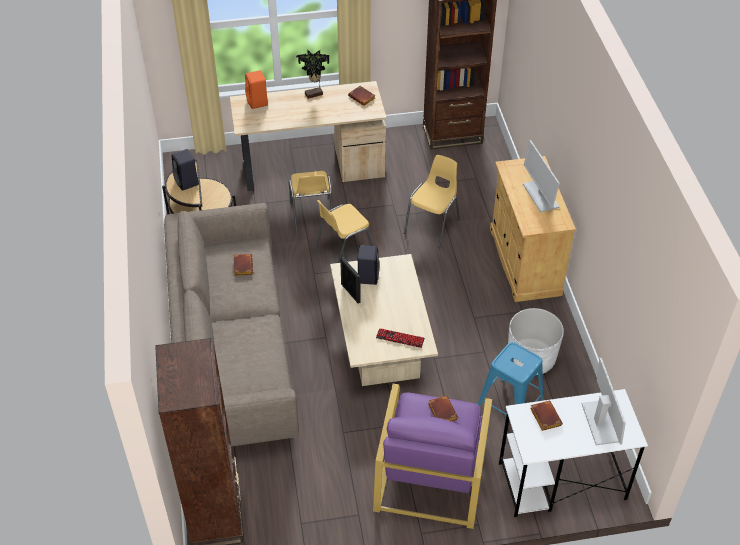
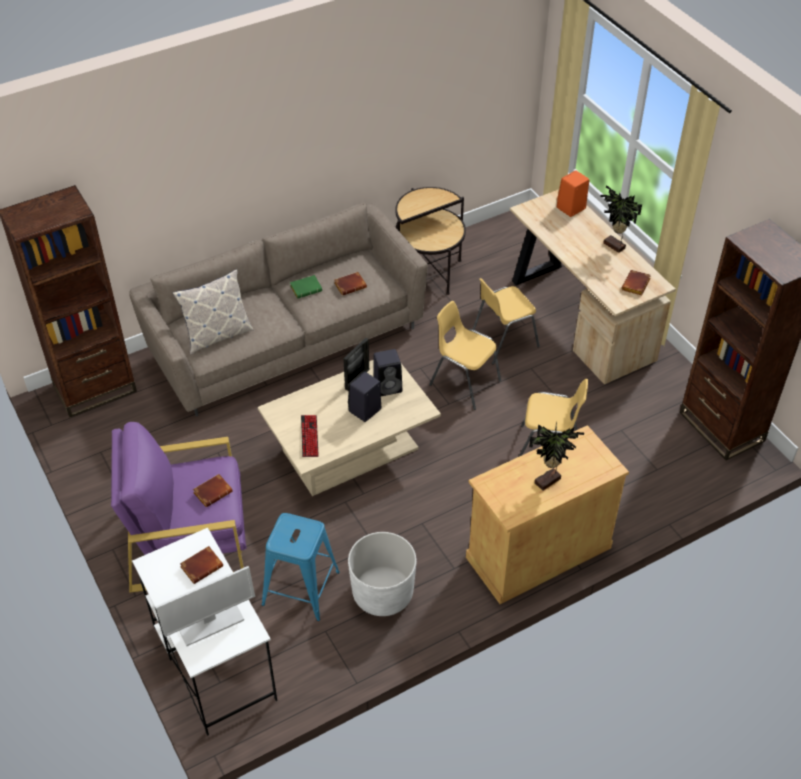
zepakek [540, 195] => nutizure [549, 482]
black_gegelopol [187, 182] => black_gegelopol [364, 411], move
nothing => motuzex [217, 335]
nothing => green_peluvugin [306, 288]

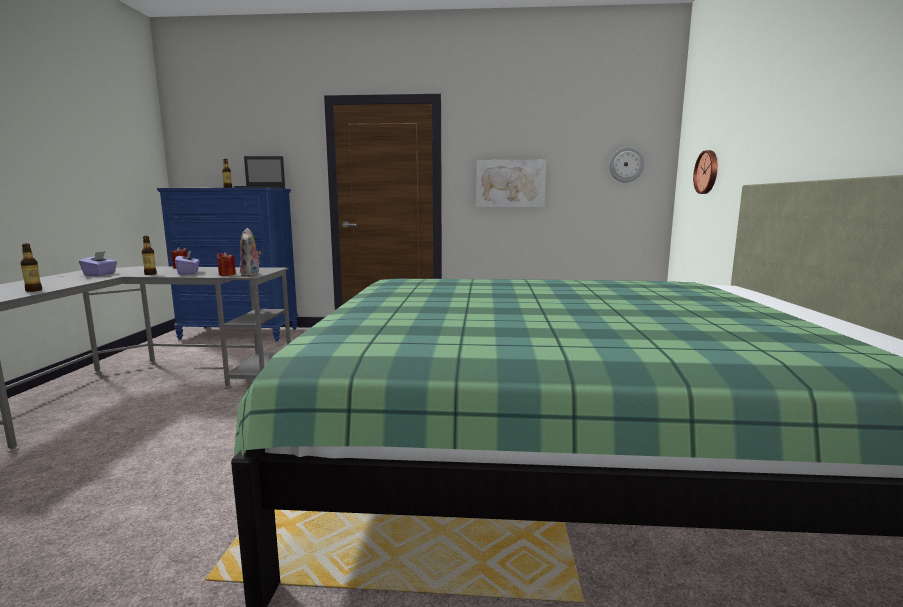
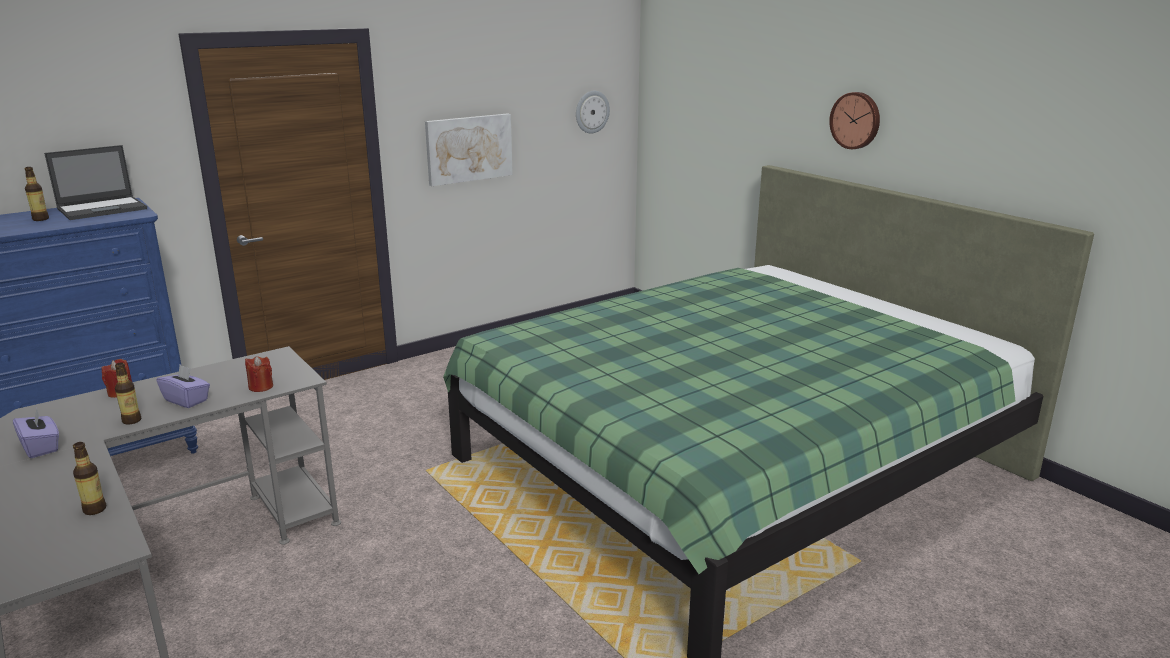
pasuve [707, 172] => pasuve [856, 120], move
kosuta [251, 275] => nothing

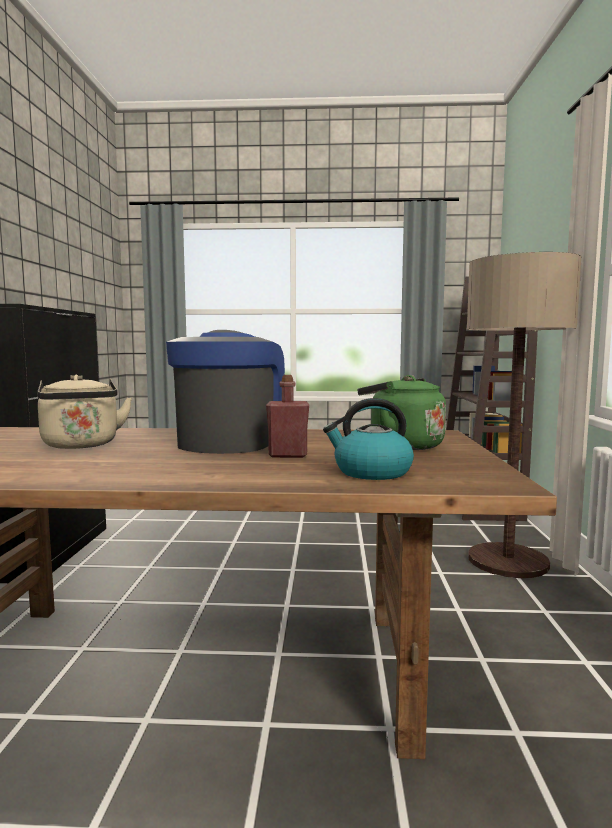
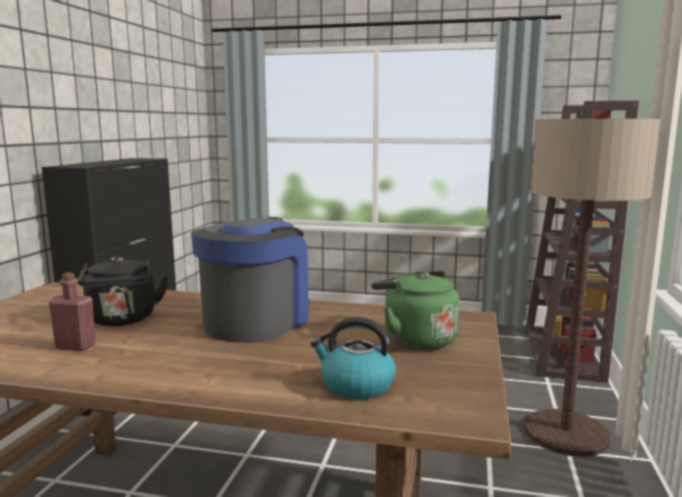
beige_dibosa [81, 445] => black_dibosa [122, 320]
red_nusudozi [288, 455] => red_nusudozi [75, 346], move

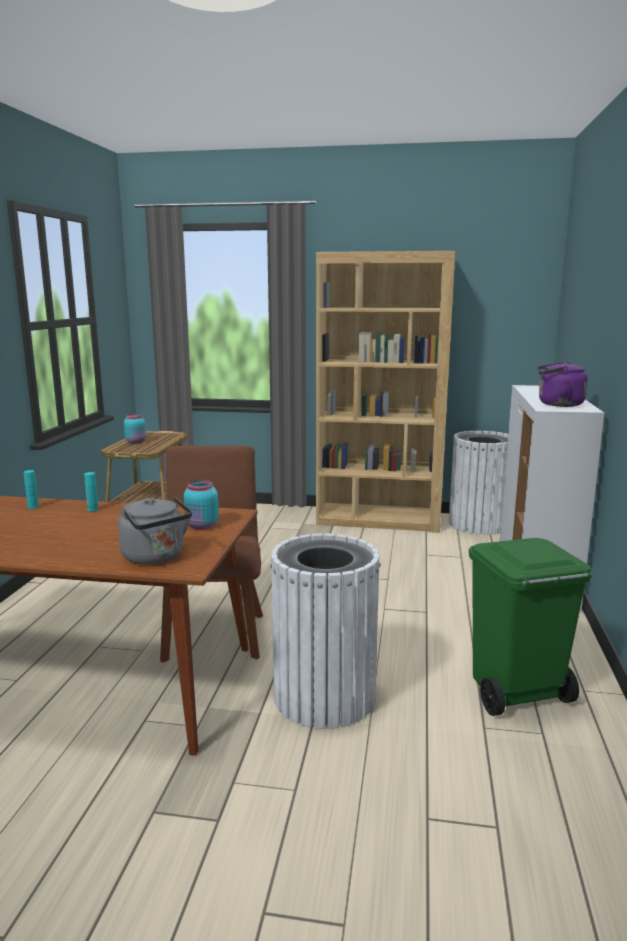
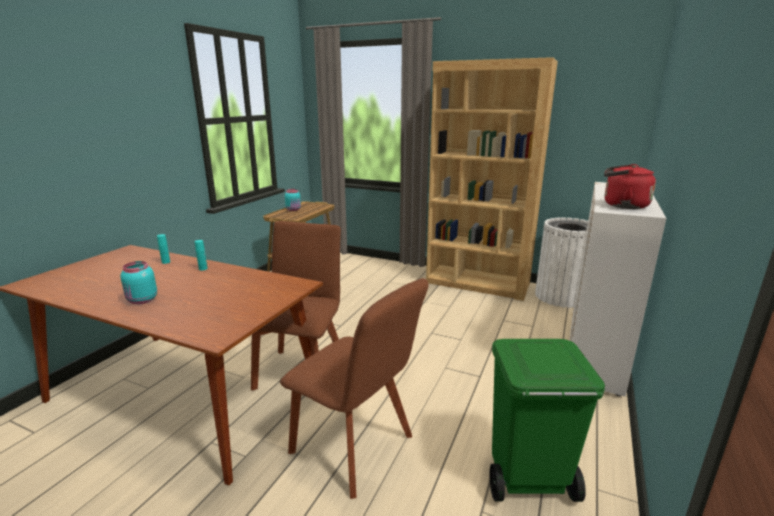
purple_dibosa [557, 404] => red_dibosa [622, 205]
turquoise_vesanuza [202, 526] => turquoise_vesanuza [142, 300], move
grey_dibosa [156, 557] => nothing
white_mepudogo [324, 697] => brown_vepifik [356, 447]

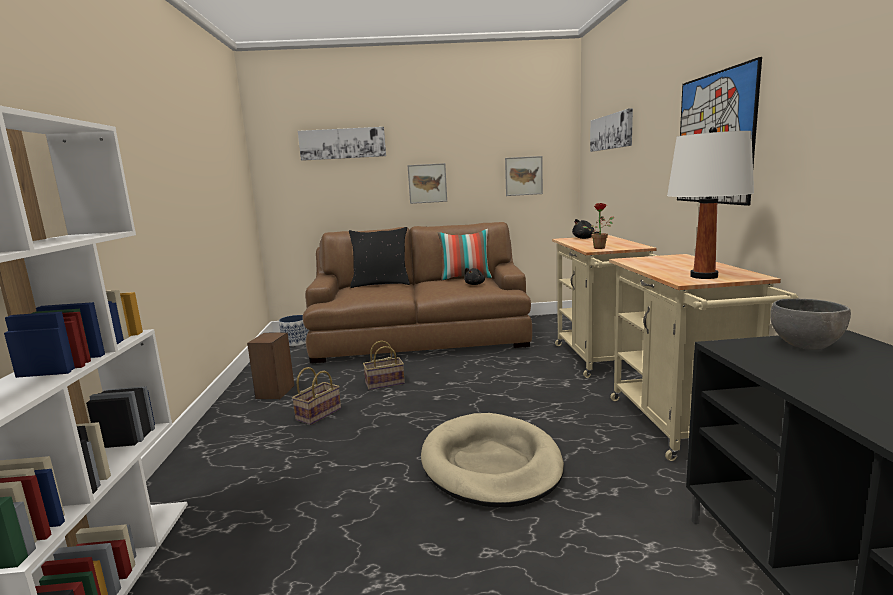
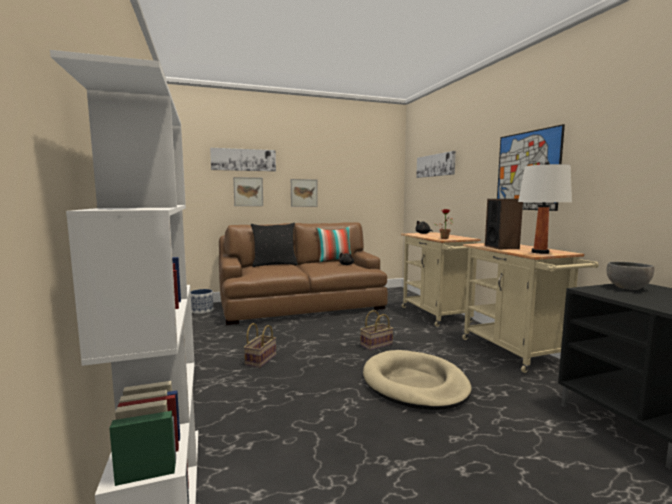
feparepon [523, 176] => feparepon [248, 191], move
gegelopol [275, 392] => gegelopol [501, 247], move
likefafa [384, 384] => likefafa [376, 345], move

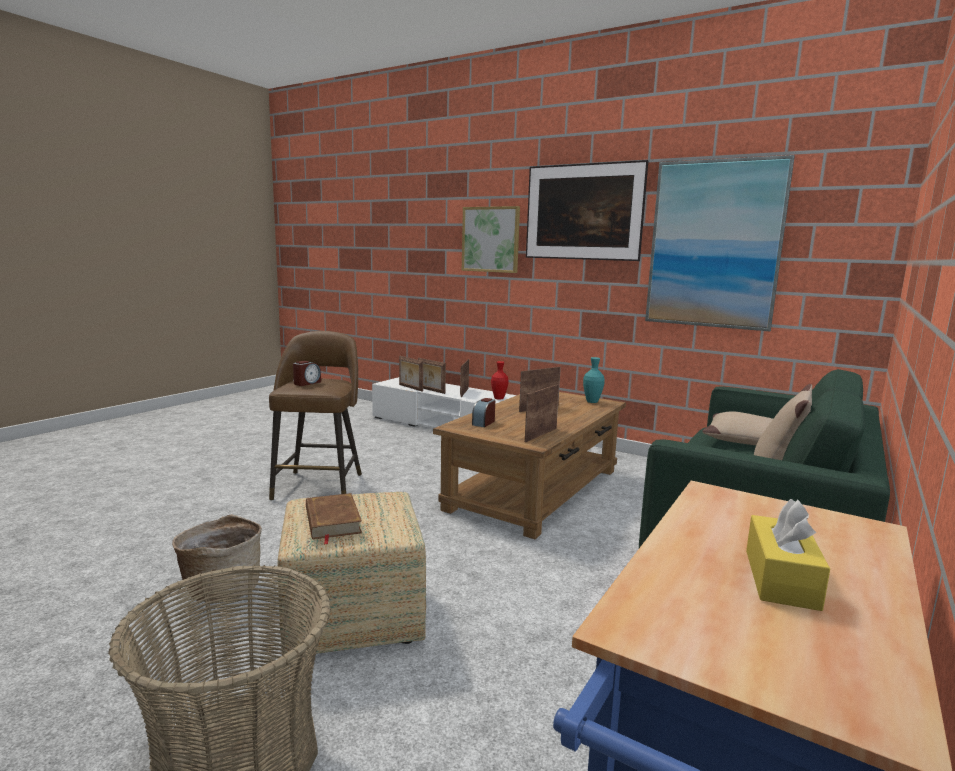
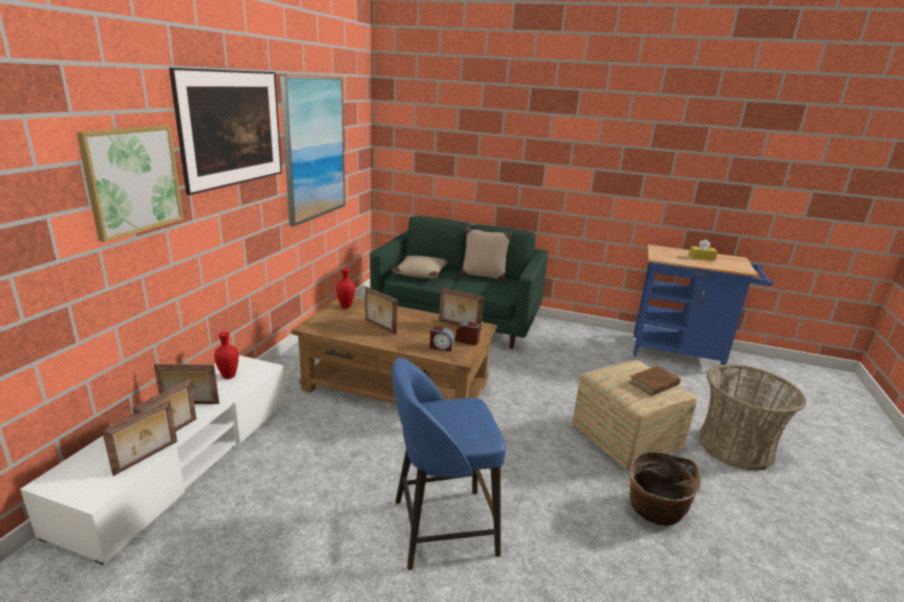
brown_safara [319, 485] => blue_safara [441, 527]
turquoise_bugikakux [592, 402] => red_bugikakux [346, 306]
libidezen [307, 383] => libidezen [467, 341], move

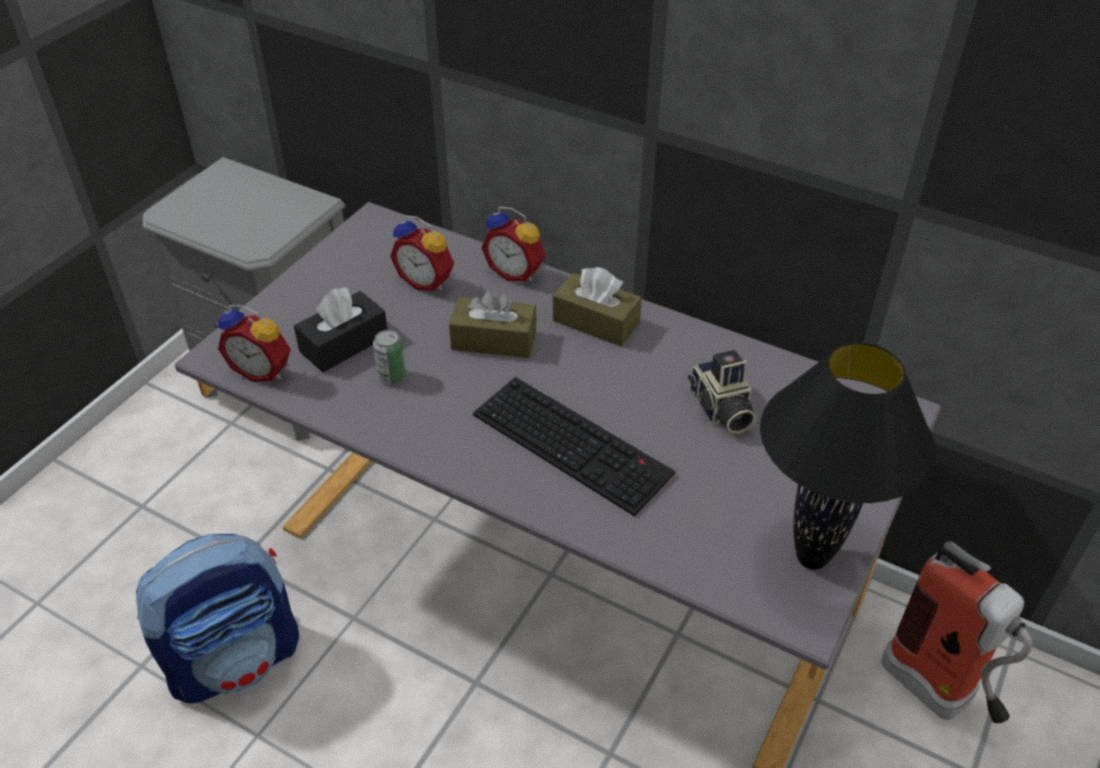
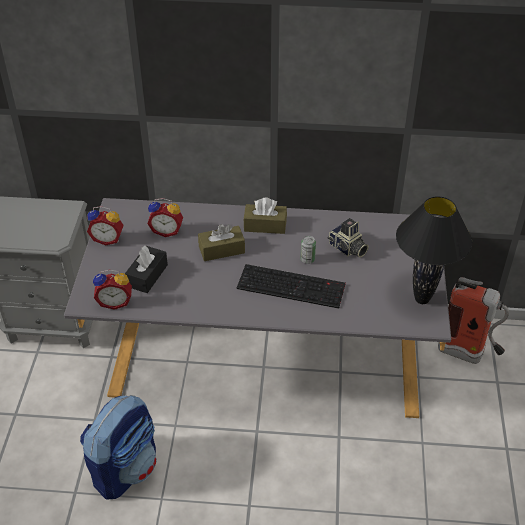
libidezen [516, 272] => libidezen [108, 239], move
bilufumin [392, 376] => bilufumin [307, 259], move

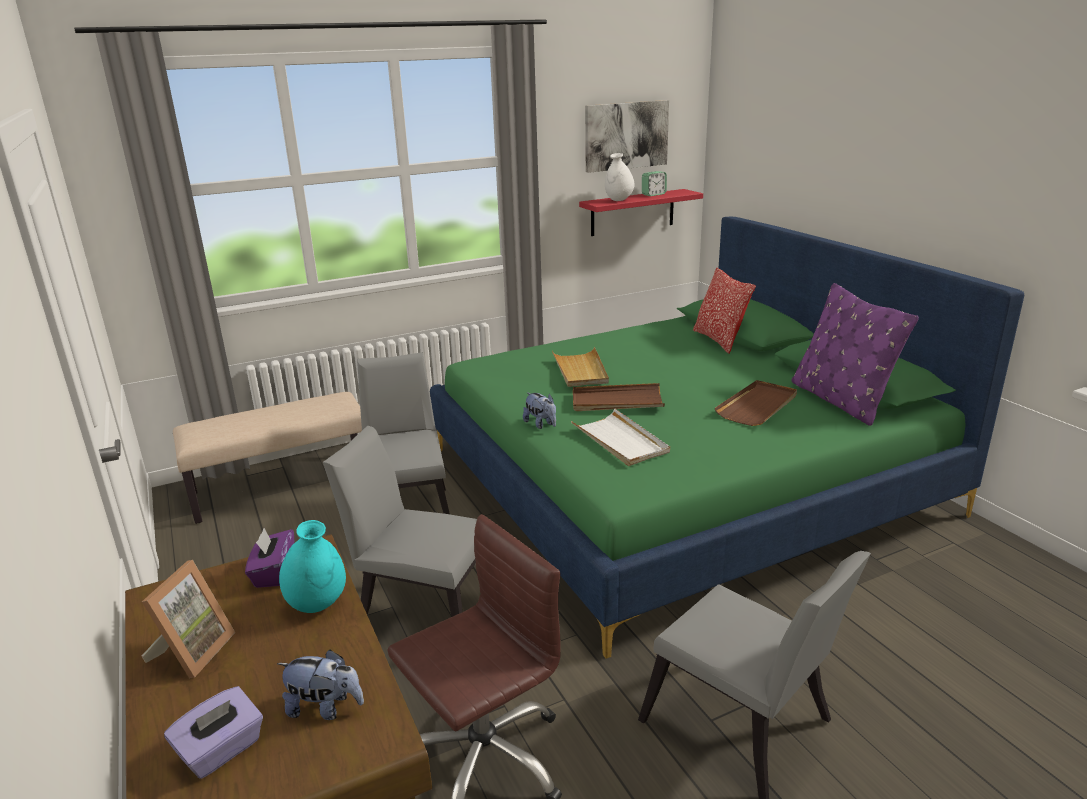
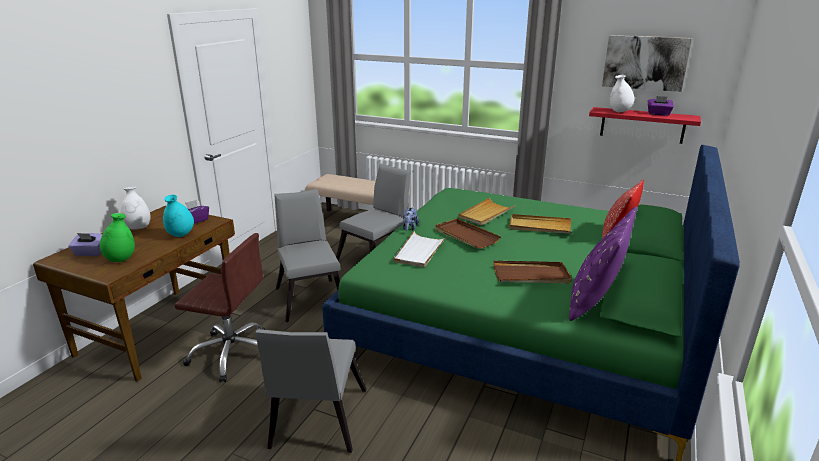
libidezen [653, 194] => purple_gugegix [658, 114]
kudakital [192, 651] => white_bugikakux [138, 228]
kosuta [325, 708] => green_bugikakux [121, 259]
nothing => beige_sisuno [539, 226]

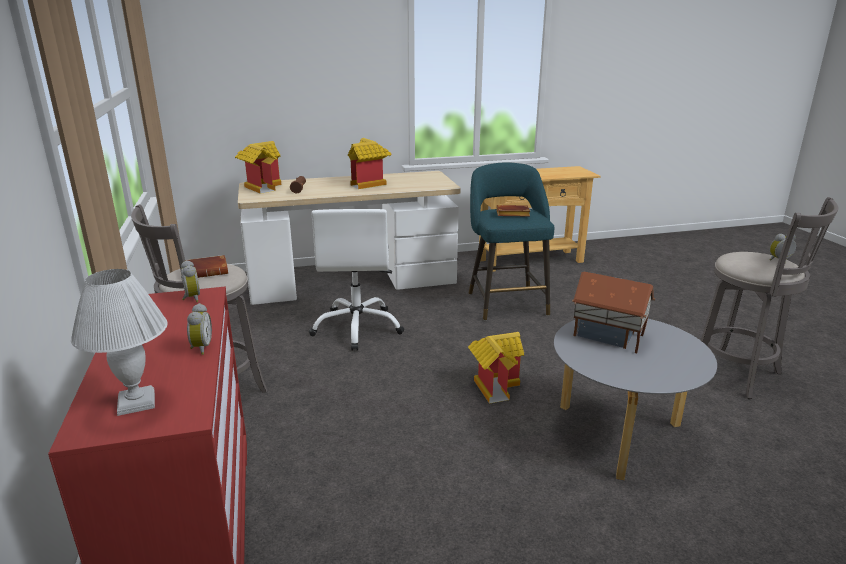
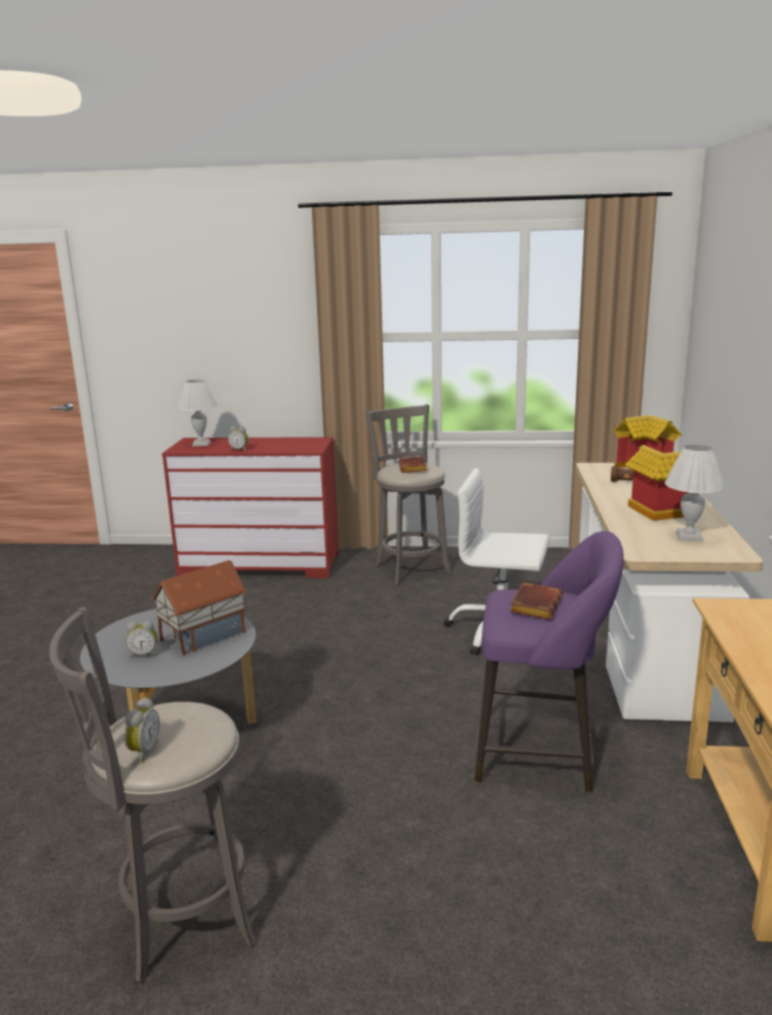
turquoise_safara [506, 302] => purple_safara [542, 753]
libidezen [191, 298] => libidezen [144, 654], move
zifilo [494, 385] => nothing
nothing => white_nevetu [688, 536]

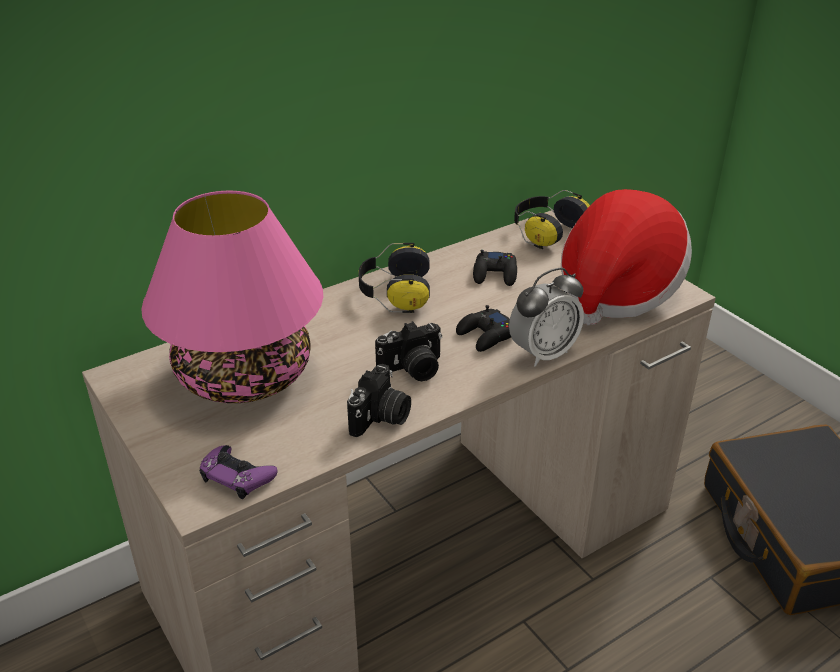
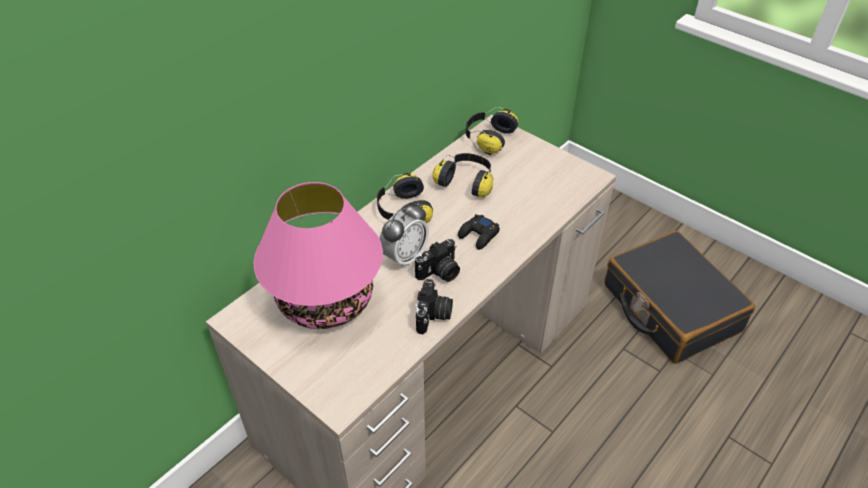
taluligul [617, 290] => nothing
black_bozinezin [495, 274] => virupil [466, 182]
libidezen [543, 353] => libidezen [404, 257], move
purple_bozinezin [237, 476] => nothing

